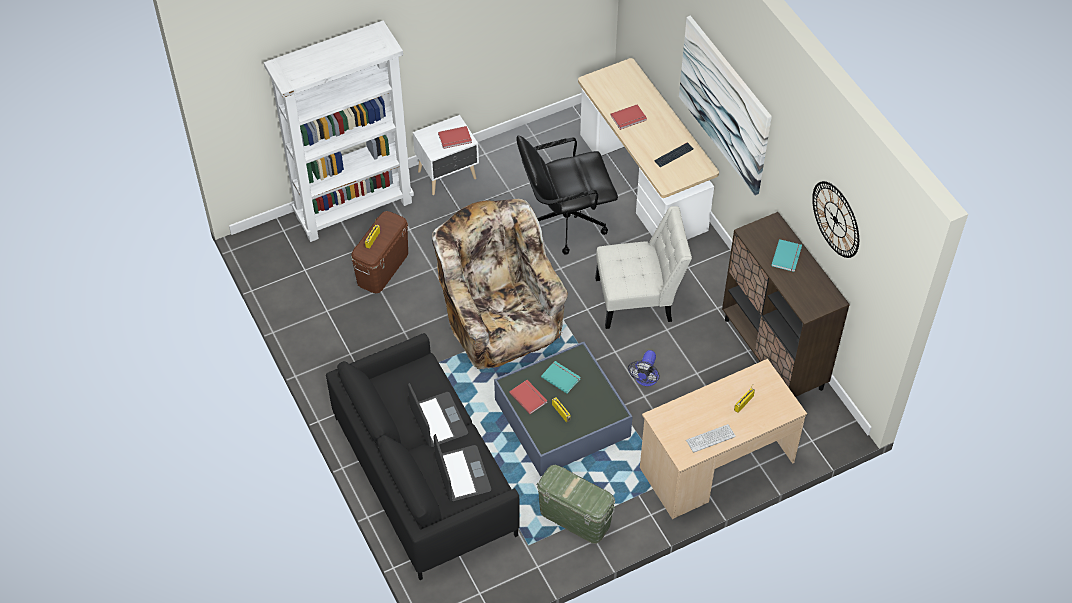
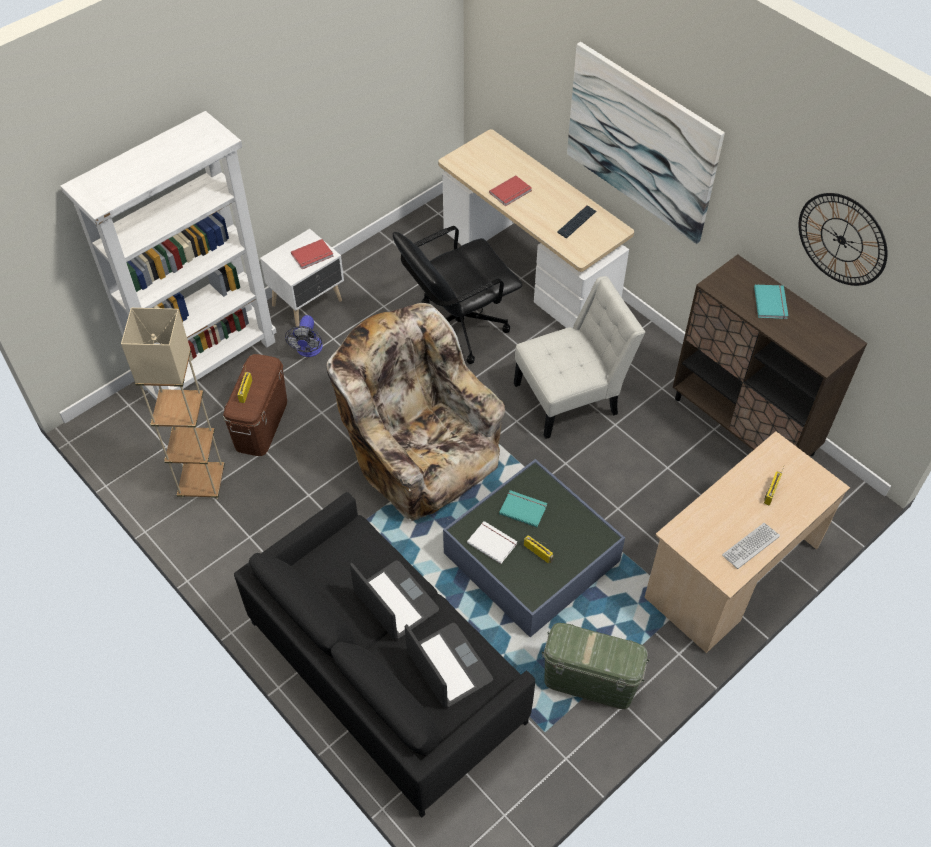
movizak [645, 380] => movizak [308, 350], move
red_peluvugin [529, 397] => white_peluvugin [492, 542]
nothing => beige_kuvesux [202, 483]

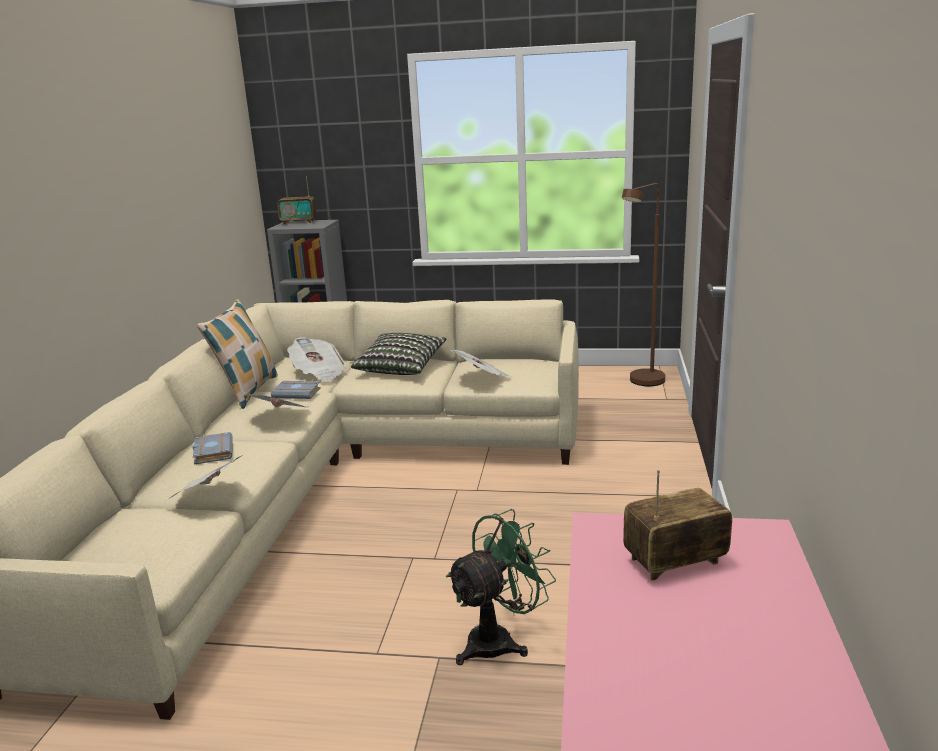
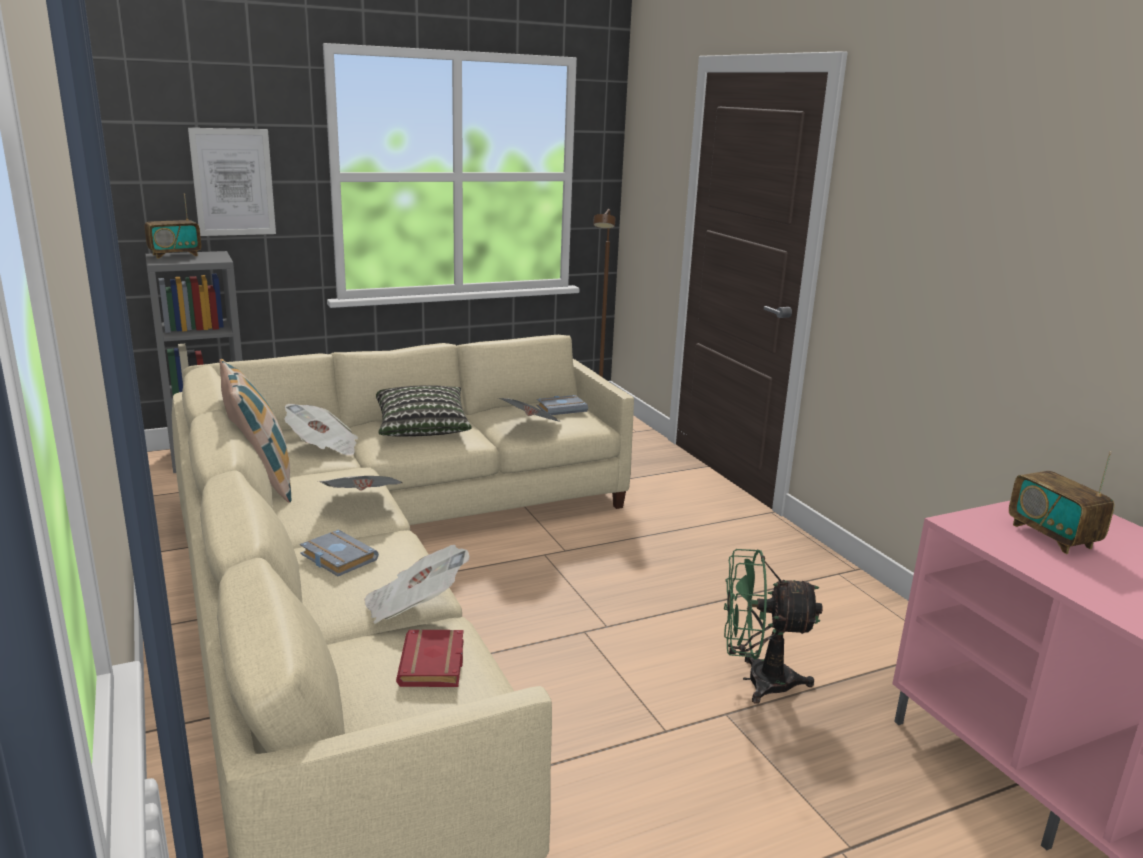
grey_peluvugin [298, 393] => grey_peluvugin [562, 409], move
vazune [675, 562] => vazune [1052, 536], 60 degrees counterclockwise
green_movizak [499, 640] => green_movizak [757, 681], 105 degrees counterclockwise
nothing => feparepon [233, 182]
nothing => red_peluvugin [434, 665]

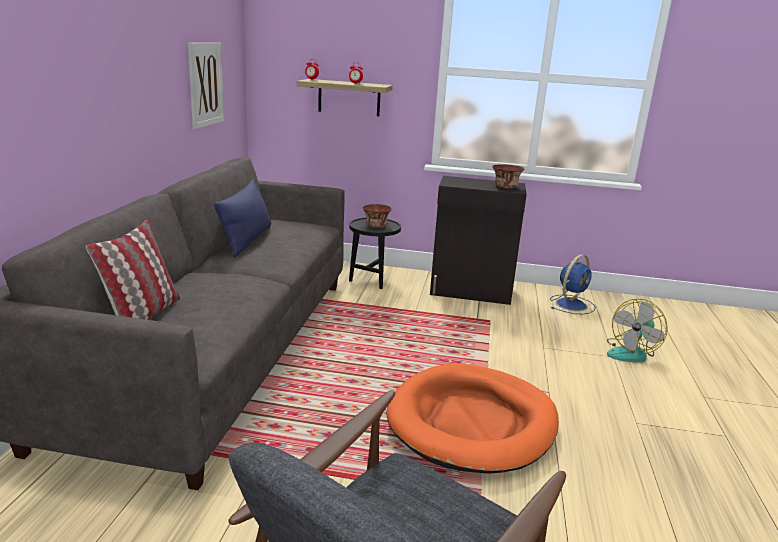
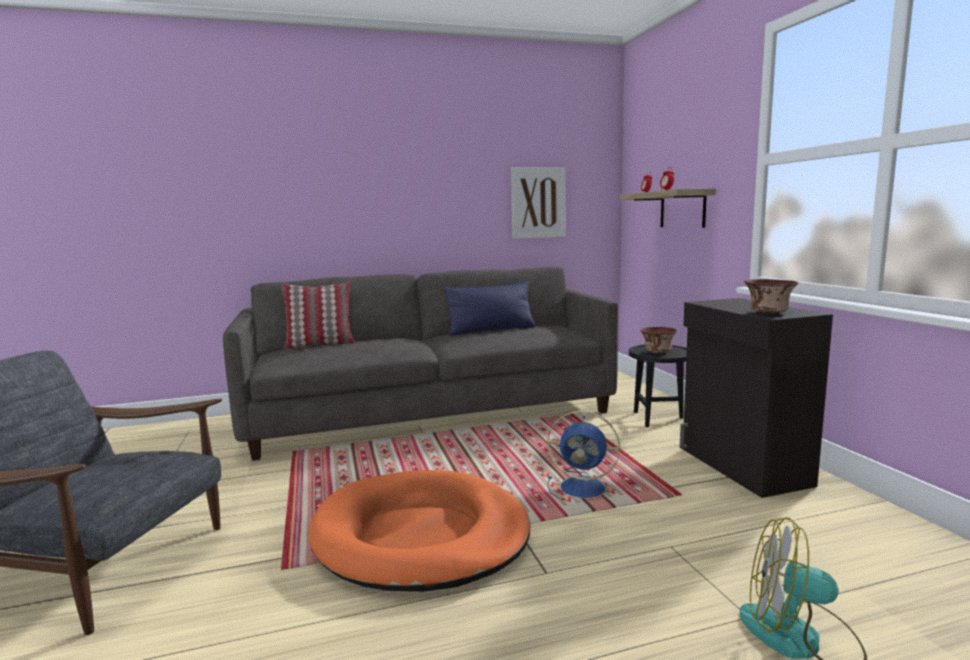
blue_movizak [572, 304] => blue_movizak [585, 488], move

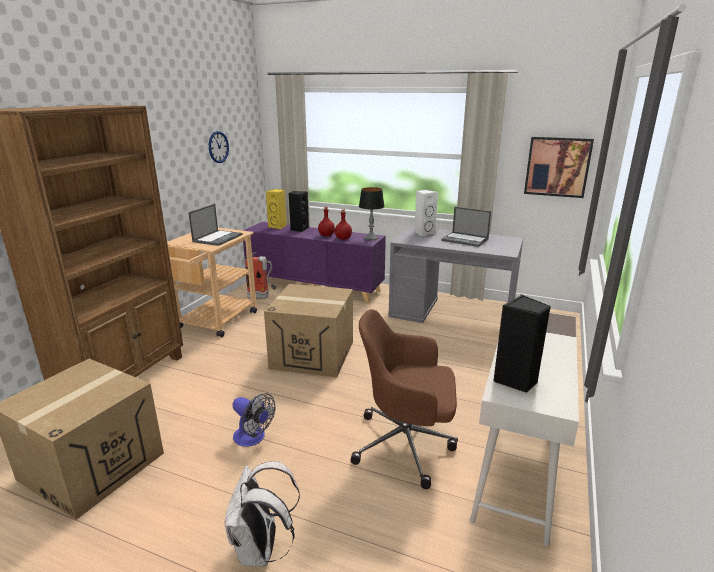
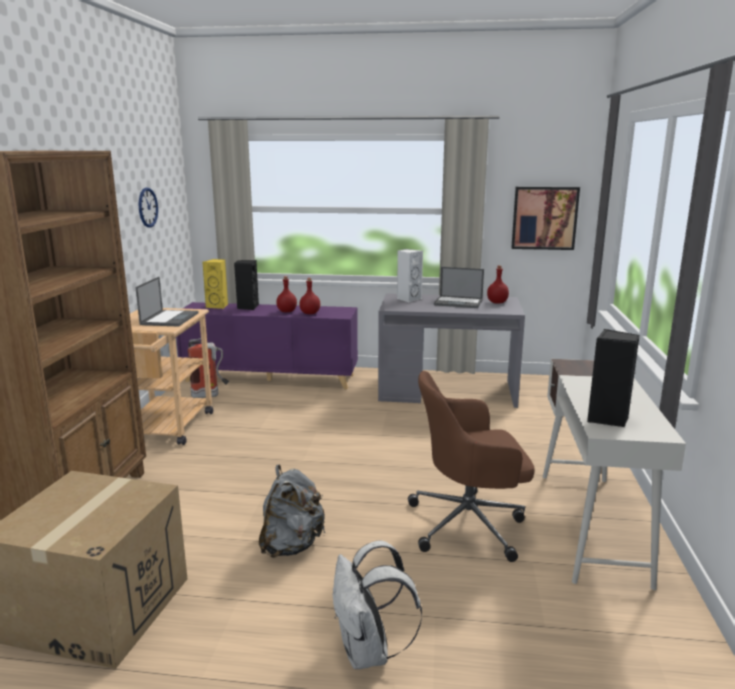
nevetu [371, 238] => nothing
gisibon [313, 354] => nothing
movizak [253, 438] => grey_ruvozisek [291, 545]
nothing => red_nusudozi [496, 302]

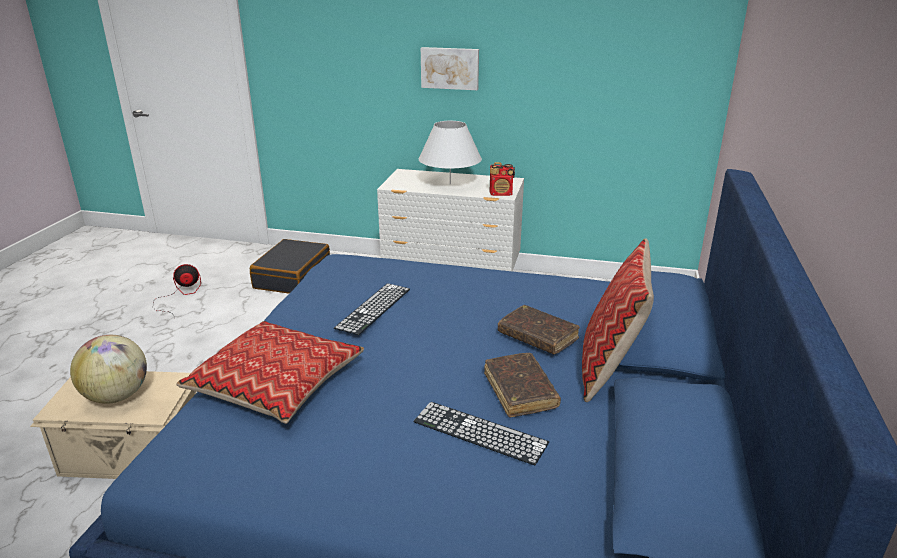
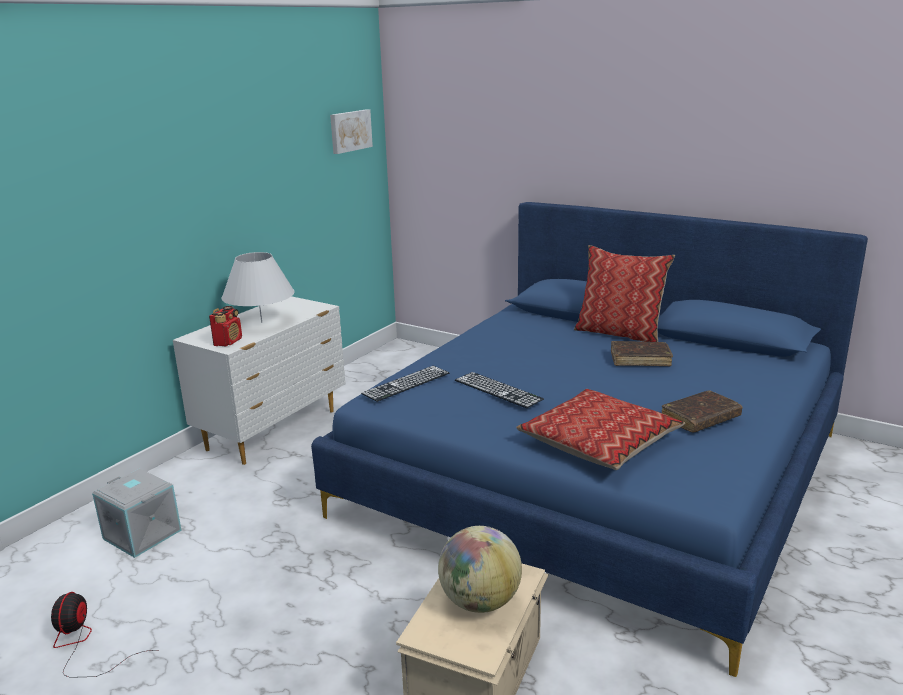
feparepon [450, 68] => feparepon [350, 131], move
vazune [501, 194] => vazune [228, 342], move
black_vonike [292, 277] => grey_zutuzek [143, 534]
brown_peluvugin [537, 337] => brown_peluvugin [700, 418], move
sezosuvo [479, 432] => sezosuvo [406, 383], move

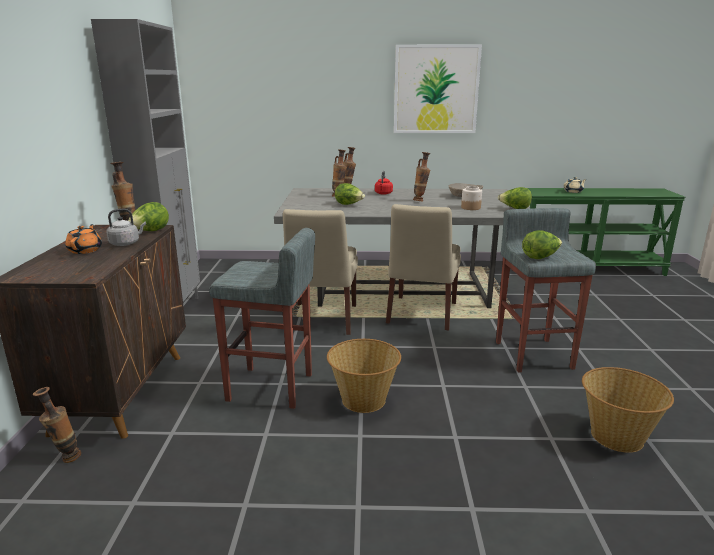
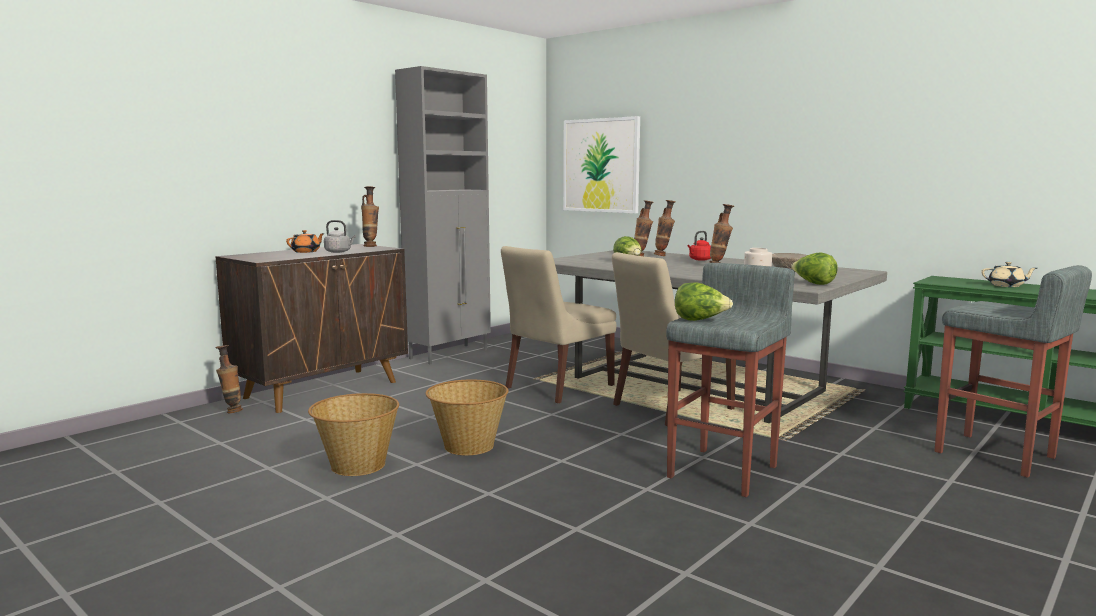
feparepon [436, 89] => feparepon [601, 165], move
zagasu [150, 232] => nothing
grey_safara [271, 388] => grey_safara [996, 455], move
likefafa [616, 437] => likefafa [357, 465], move

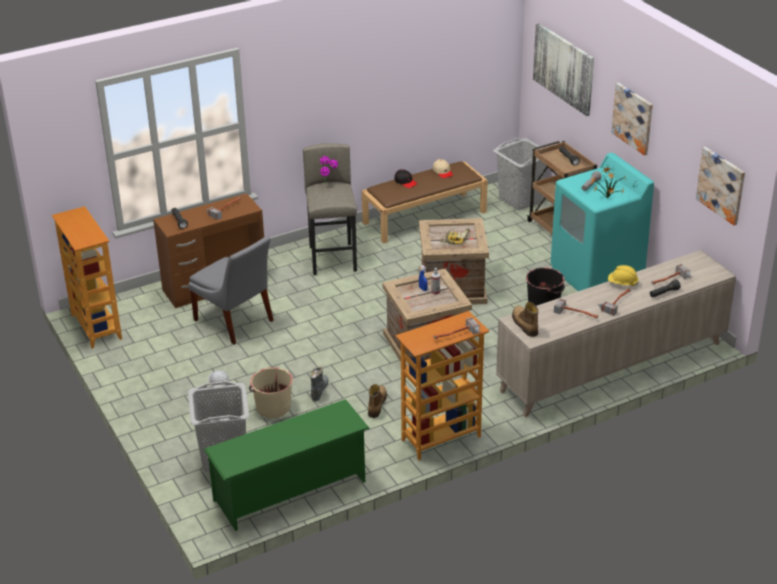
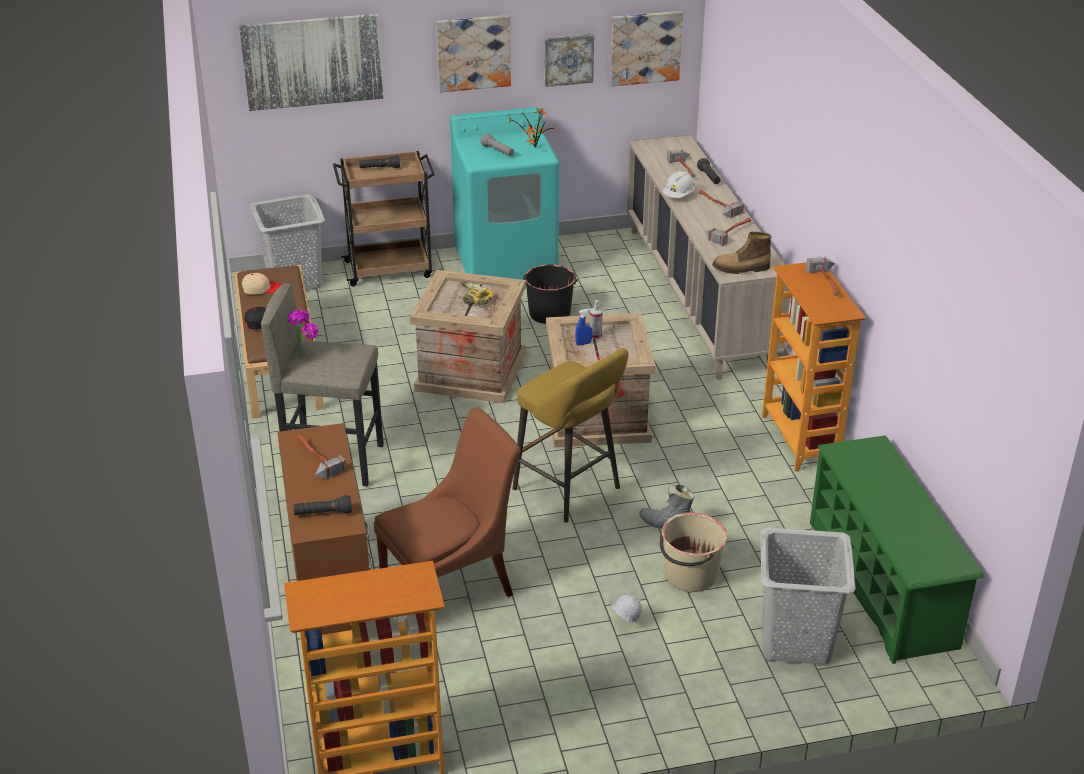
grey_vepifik [235, 322] => brown_vepifik [452, 585]
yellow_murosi [622, 283] => white_murosi [678, 195]
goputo [376, 404] => nothing
nothing => feparepon [568, 59]
nothing => yellow_safara [571, 491]

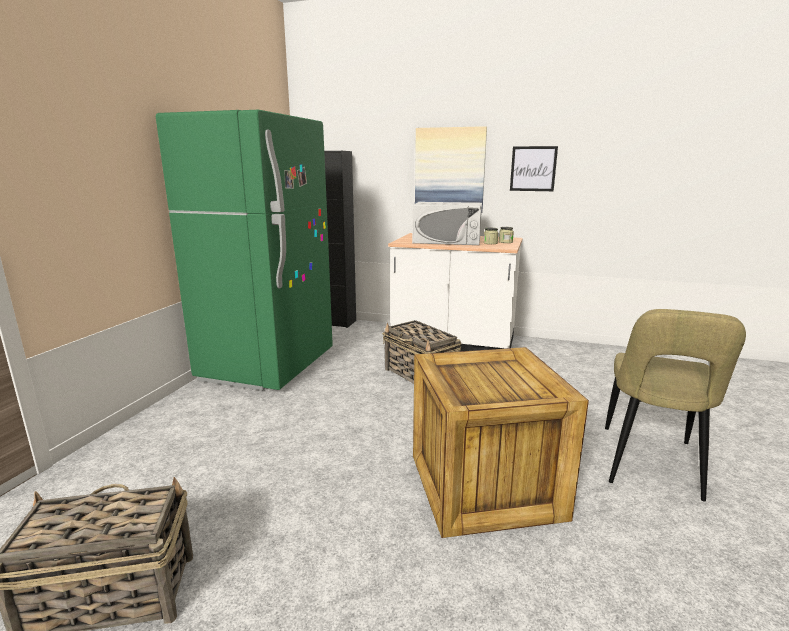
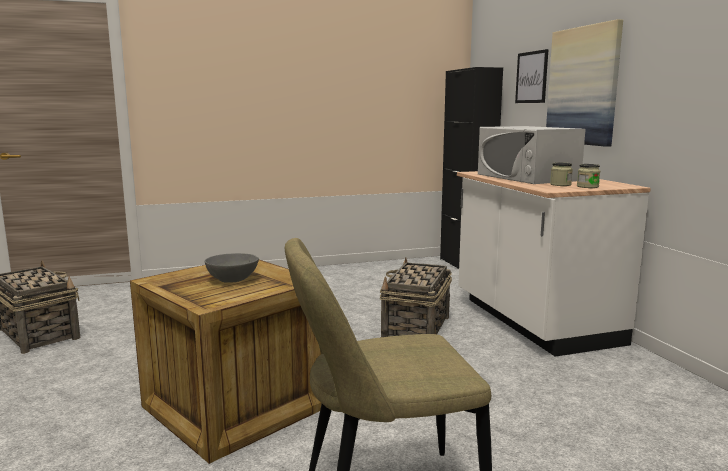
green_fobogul [268, 366] => nothing
feparepon [533, 168] => feparepon [531, 77], move
nothing => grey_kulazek [232, 280]

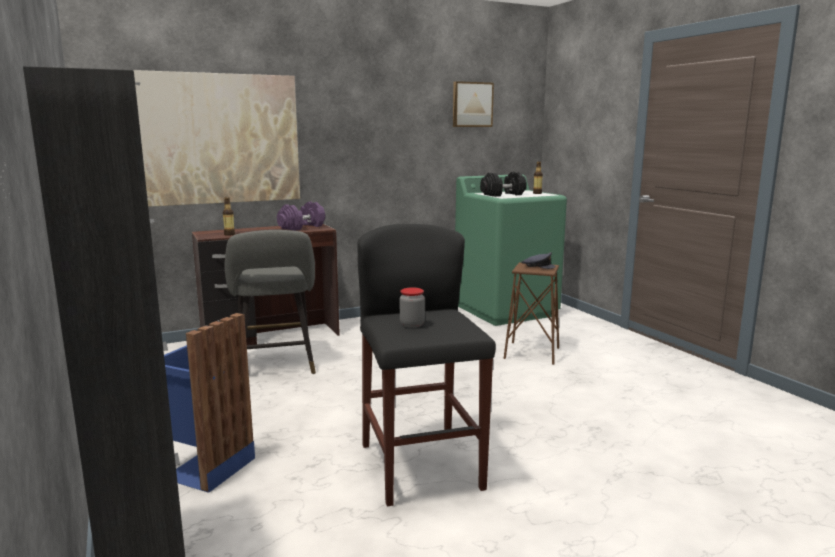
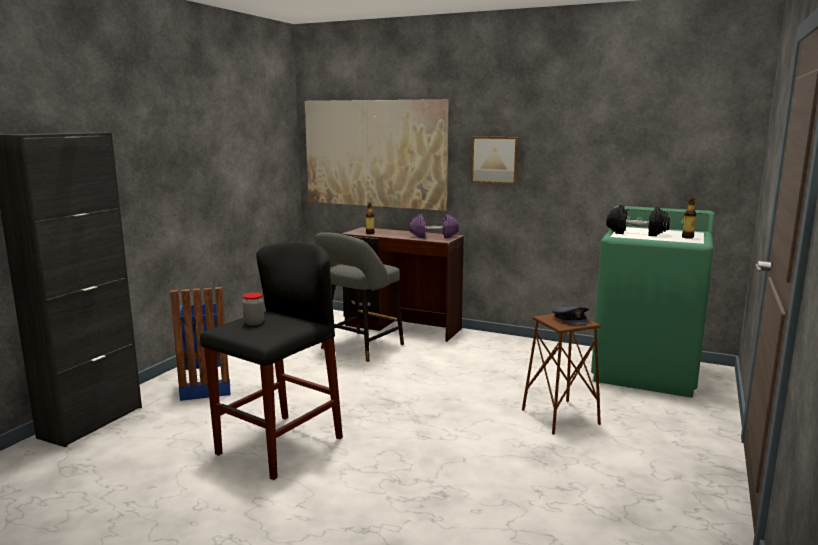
feparepon [472, 104] => feparepon [495, 159], move

